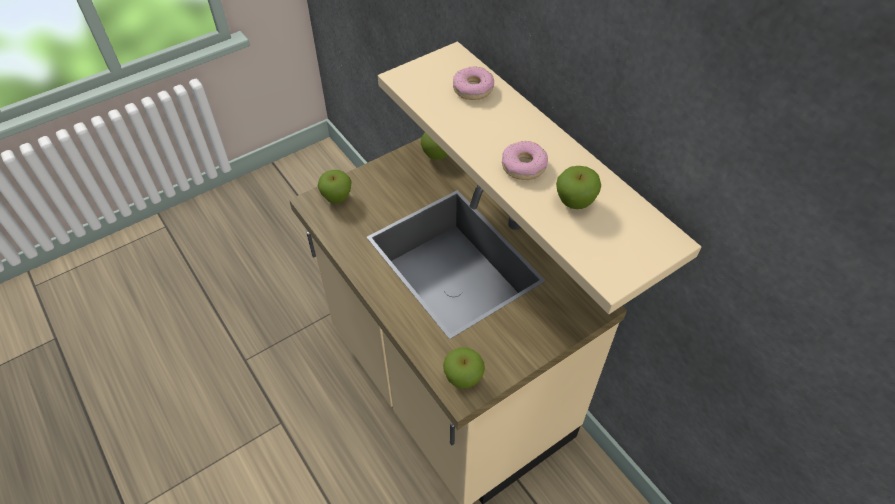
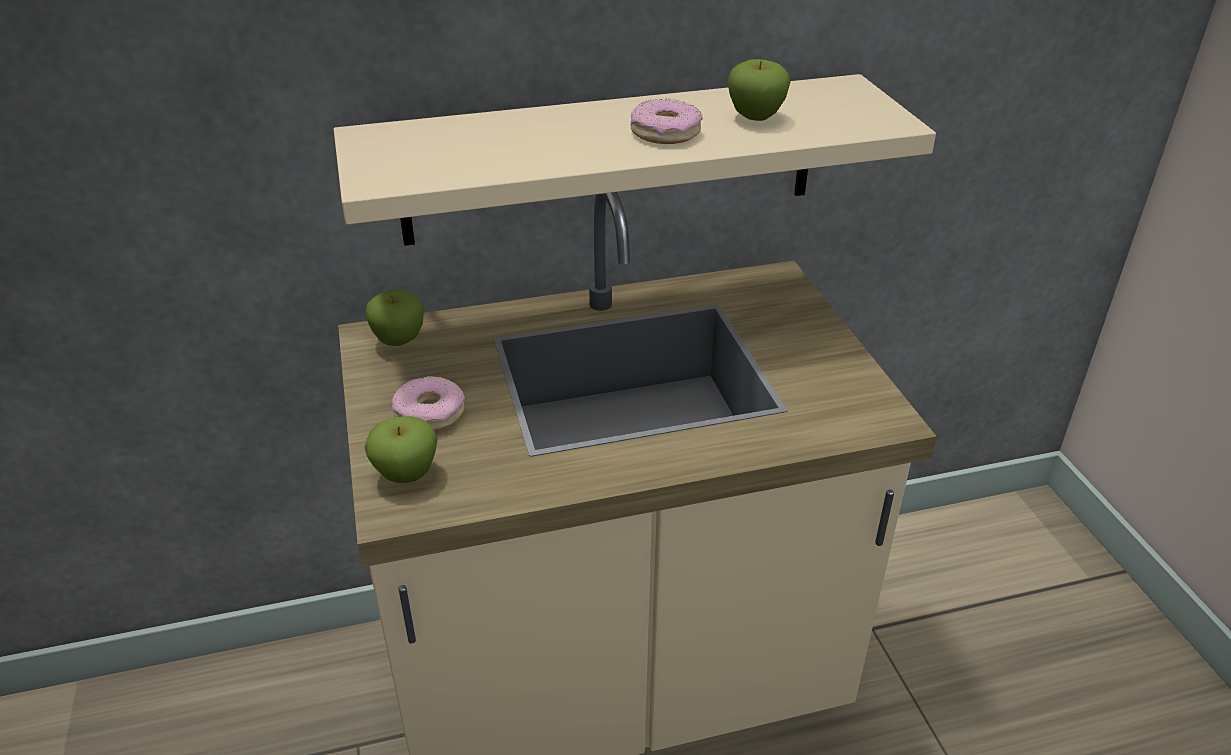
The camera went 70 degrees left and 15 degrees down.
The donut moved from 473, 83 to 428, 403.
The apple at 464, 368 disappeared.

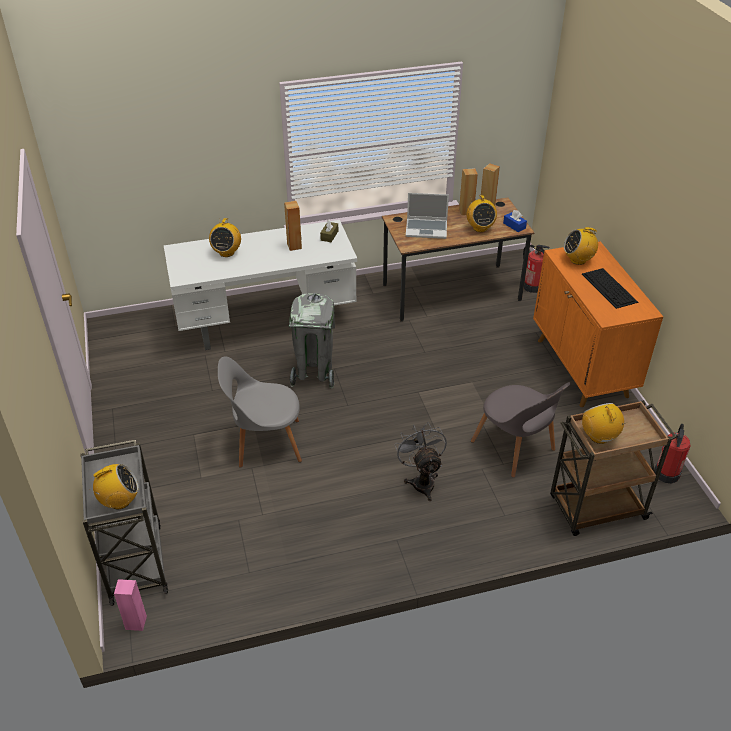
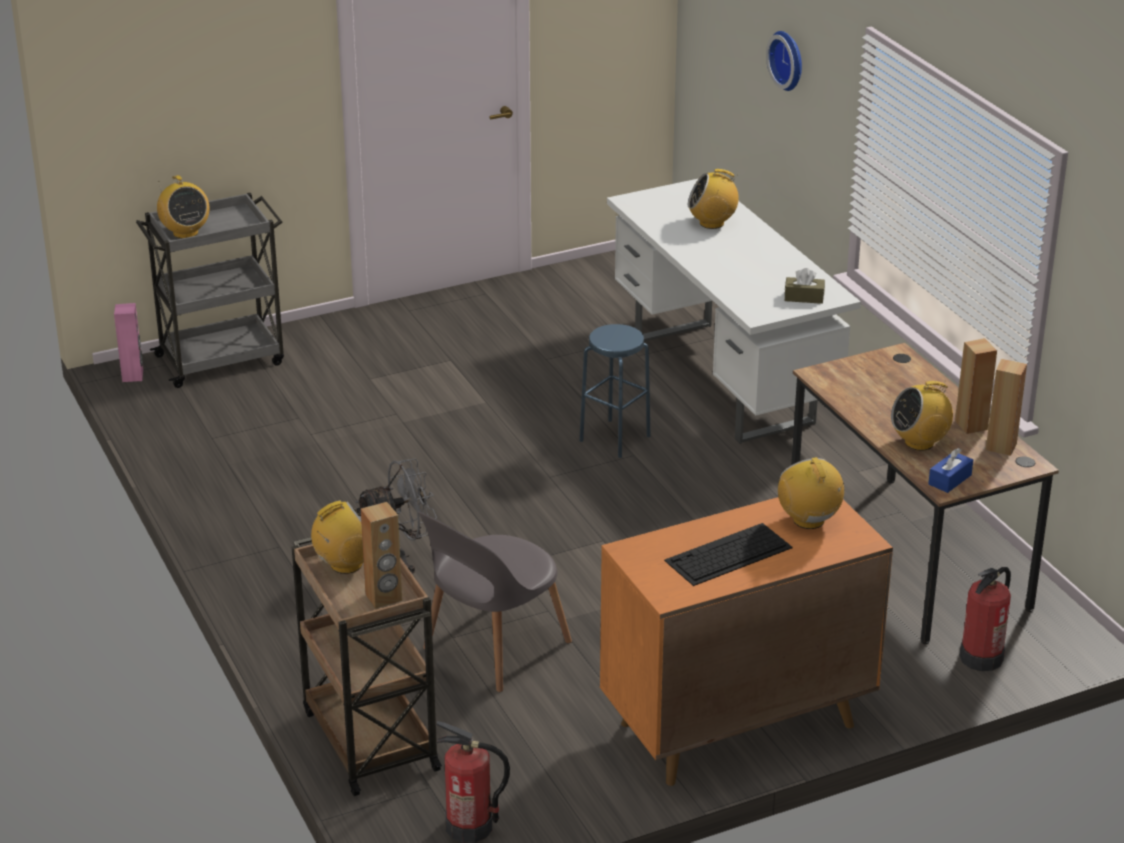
The camera went 80 degrees right and 10 degrees down.
The brown speaker moved from 293, 226 to 381, 555.
The grey trash can at 311, 340 was replaced by the blue stool at 615, 391.
The wall clock at 784, 61 appeared.
The grey chair at 260, 412 disappeared.
The laptop at 427, 216 disappeared.

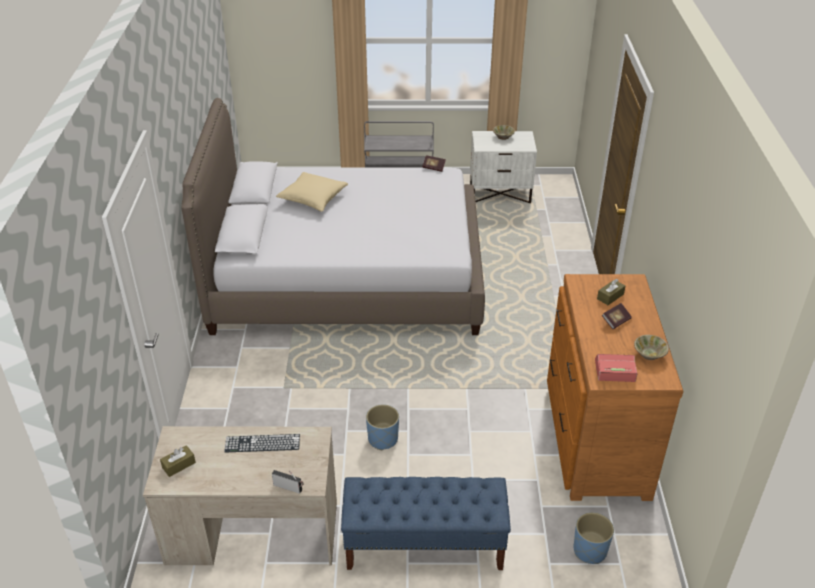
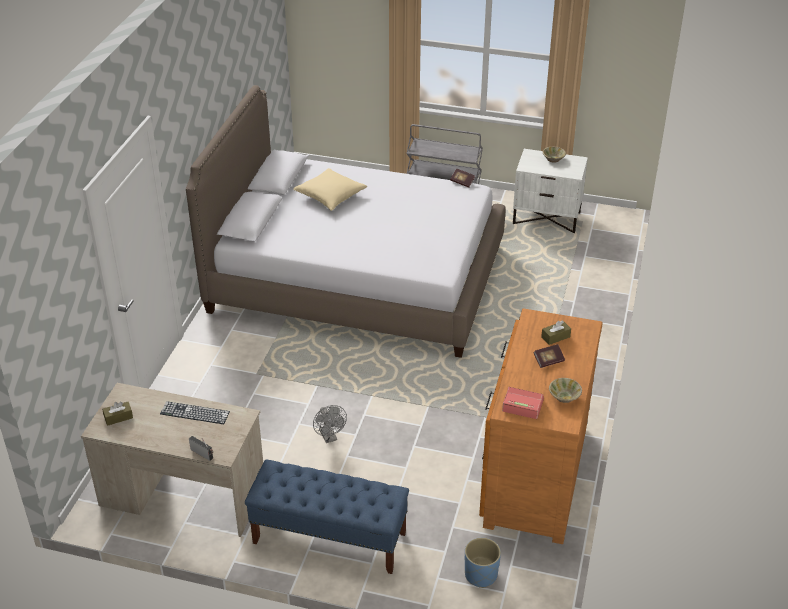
The camera went 15 degrees right and 0 degrees up.
The blue planter at 382, 427 was replaced by the grey fan at 330, 424.

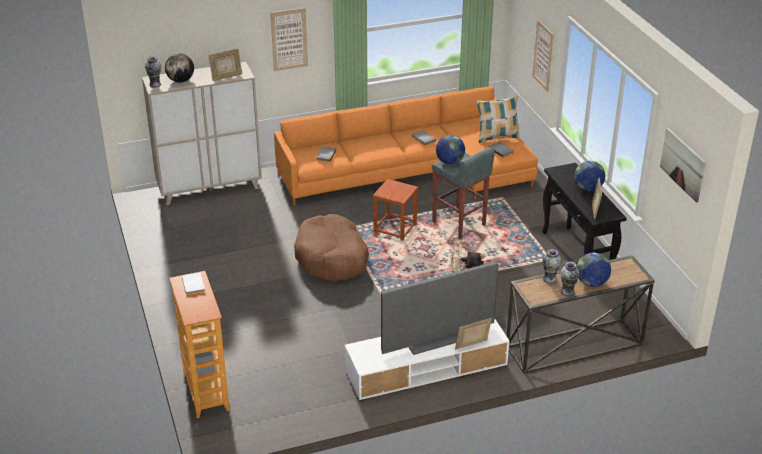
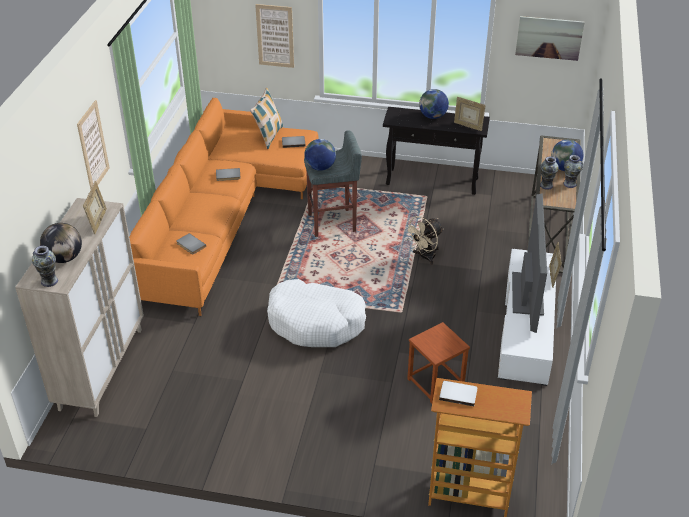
The camera went 60 degrees left and 5 degrees up.
The brown dog bed at 331, 248 became the white dog bed at 316, 313.
The brown stool moved from 395, 210 to 438, 363.

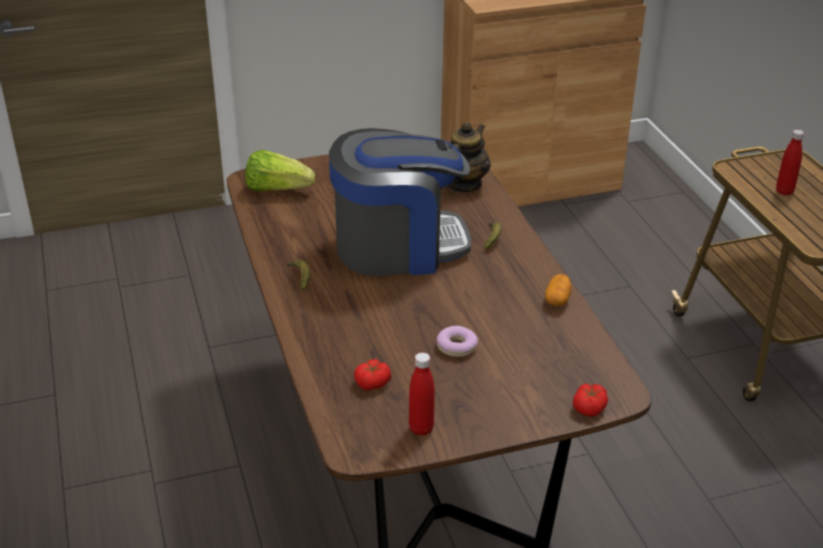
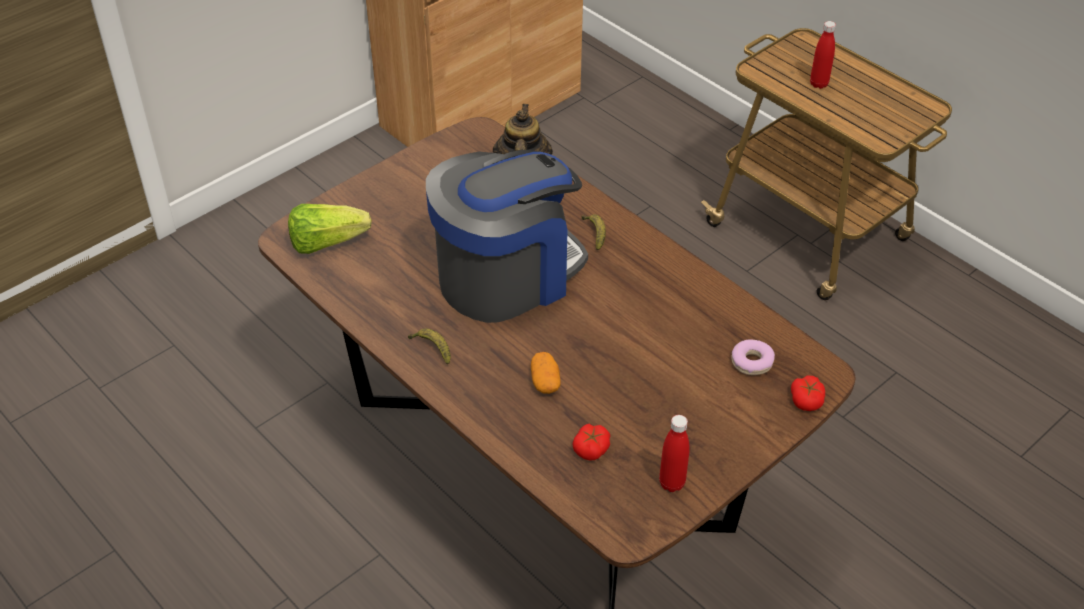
The camera went 25 degrees left and 10 degrees up.
The potato moved from 558, 290 to 546, 373.
The donut moved from 457, 341 to 753, 357.

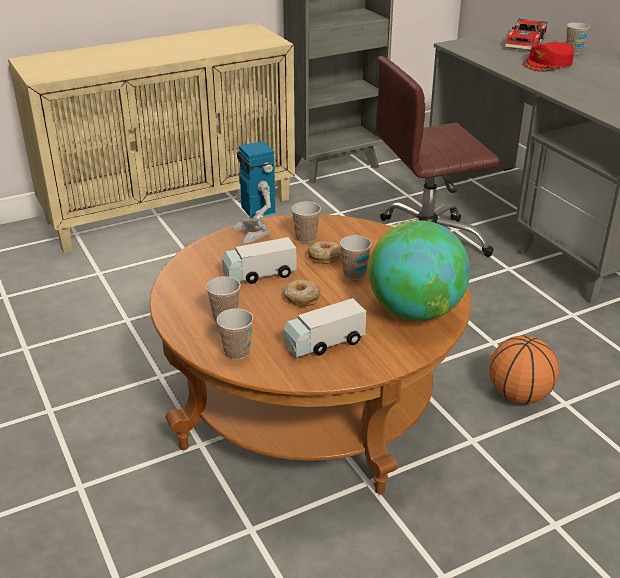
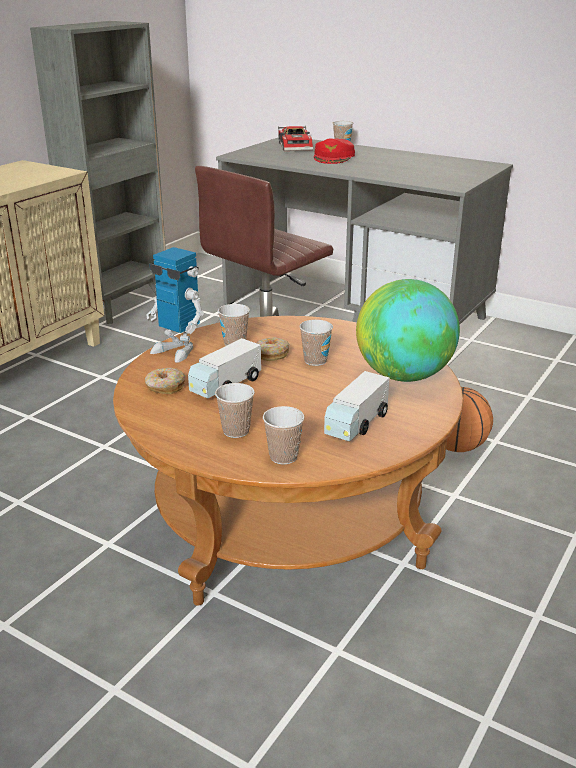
The camera went 30 degrees left and 5 degrees down.
The donut moved from 302, 293 to 165, 381.

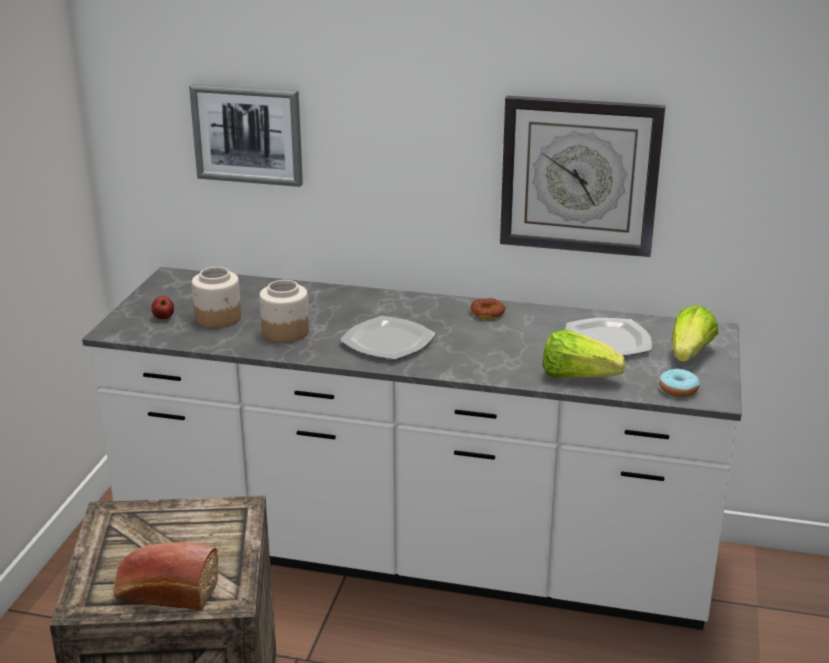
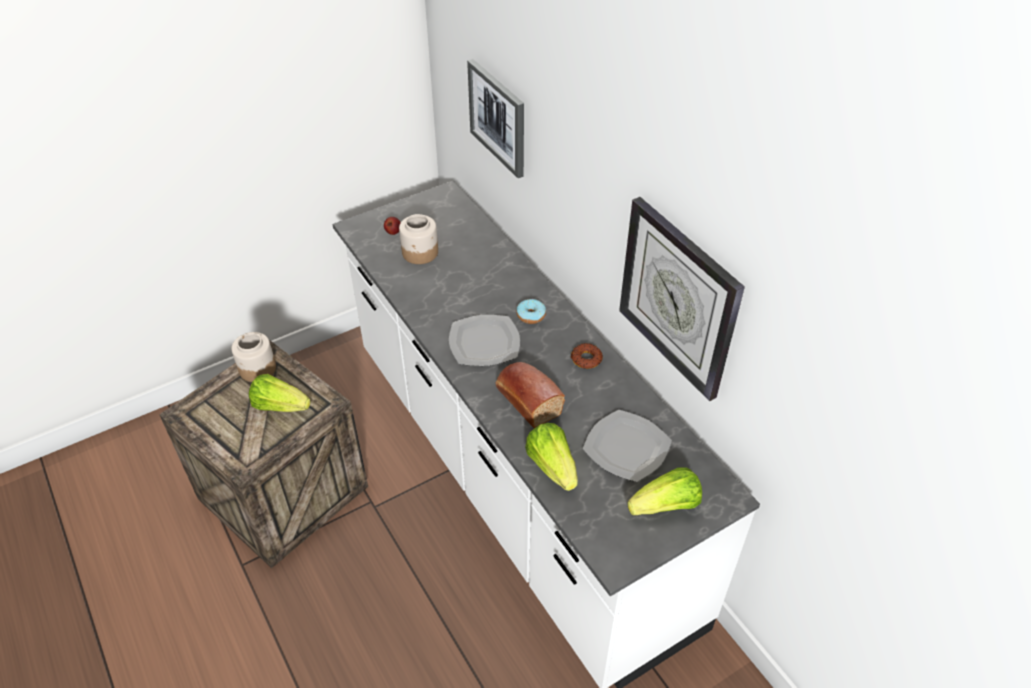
The camera went 45 degrees right and 20 degrees up.
The jar moved from 284, 311 to 253, 357.
The lettuce at 280, 393 appeared.
The bread moved from 166, 576 to 530, 395.
The donut moved from 679, 382 to 531, 311.

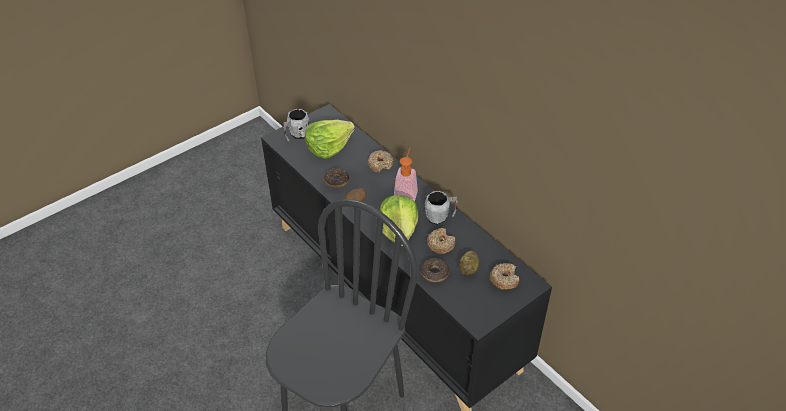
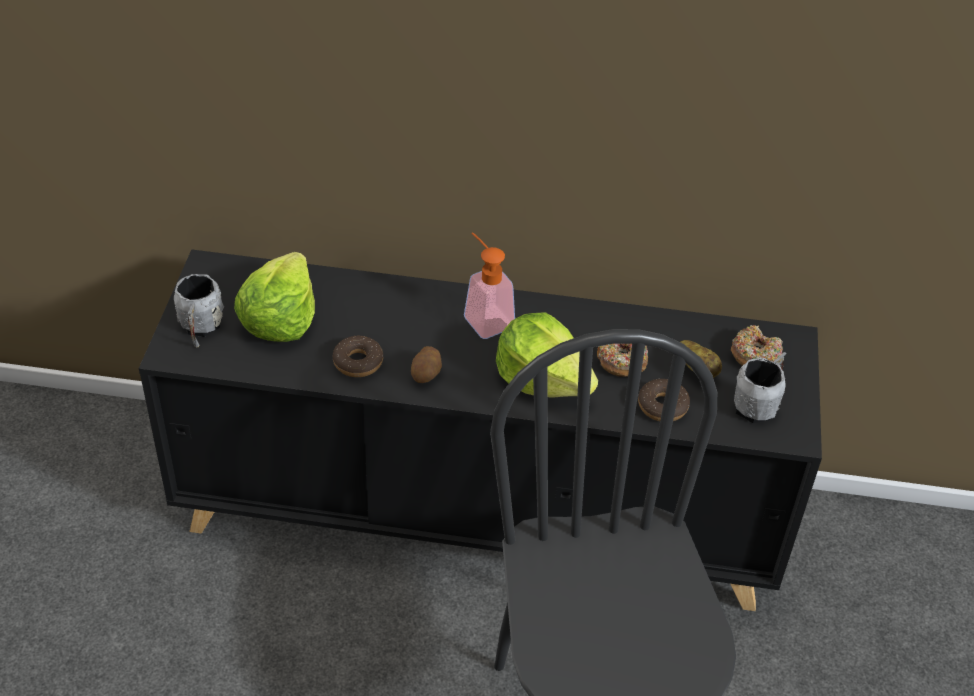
The camera went 45 degrees left and 0 degrees up.
The grey mug moved from 441, 208 to 760, 387.
The donut at 381, 161 disappeared.

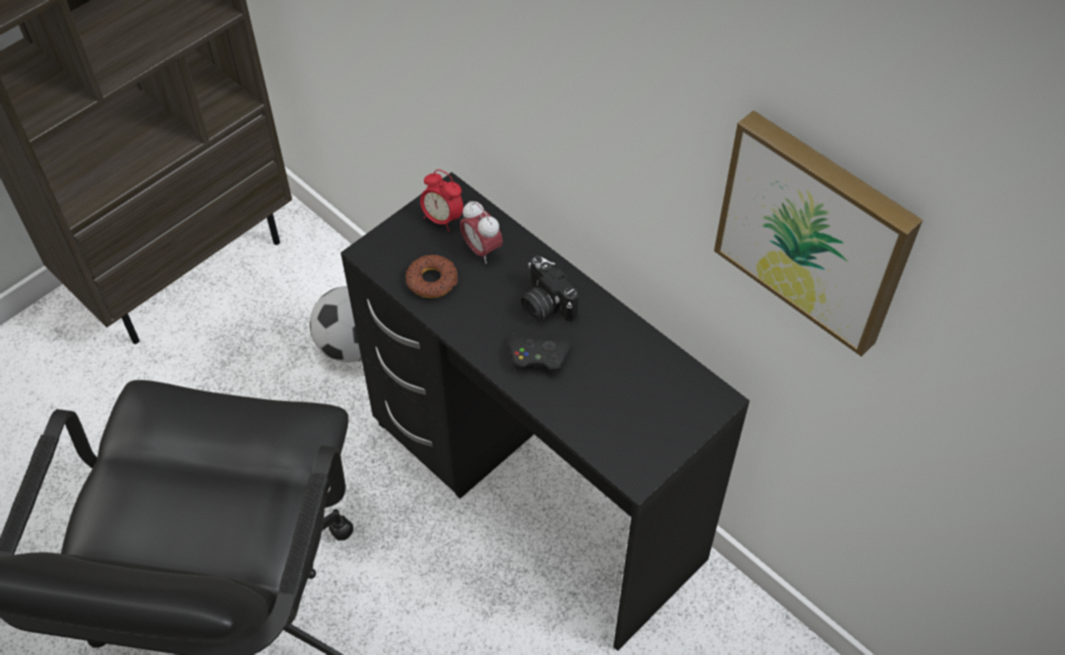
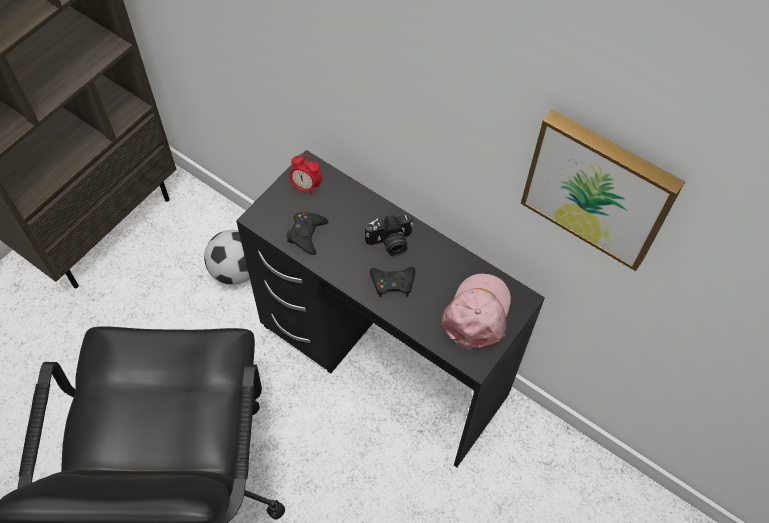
The camera went 10 degrees left and 5 degrees up.
The donut at 432, 276 was replaced by the black game controller at 308, 233.
The photo camera at 549, 288 turned 60 degrees counterclockwise.
The pink cap at 476, 312 appeared.
The alarm clock at 481, 232 disappeared.

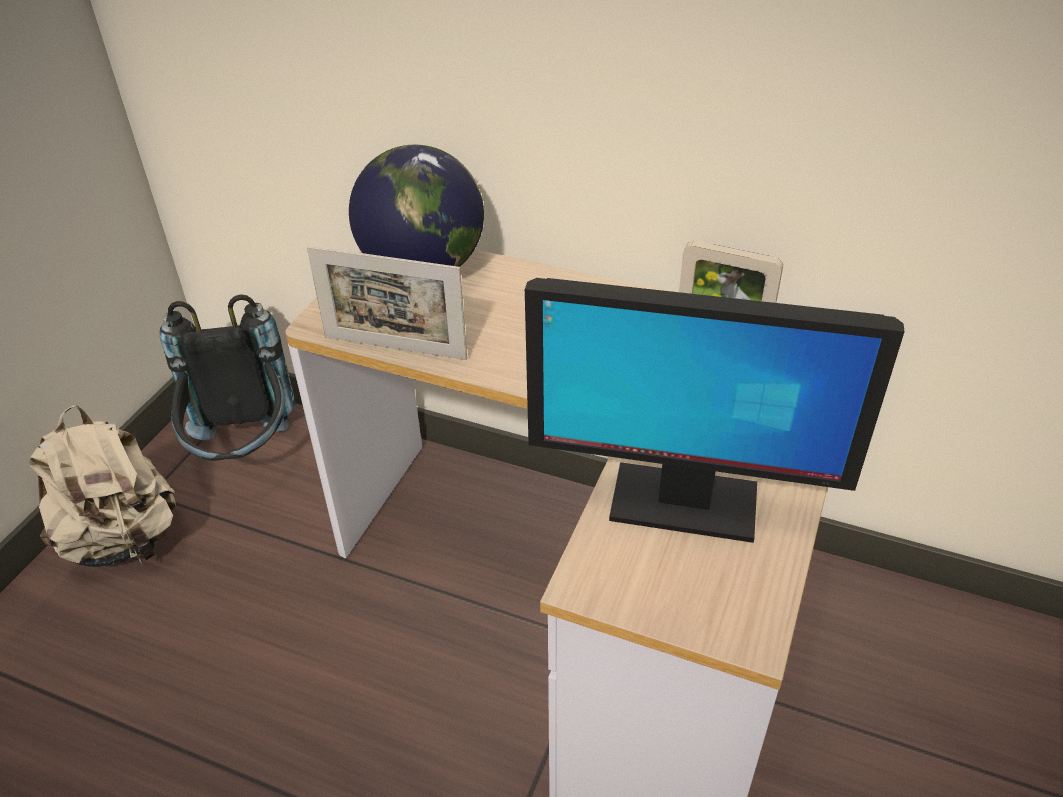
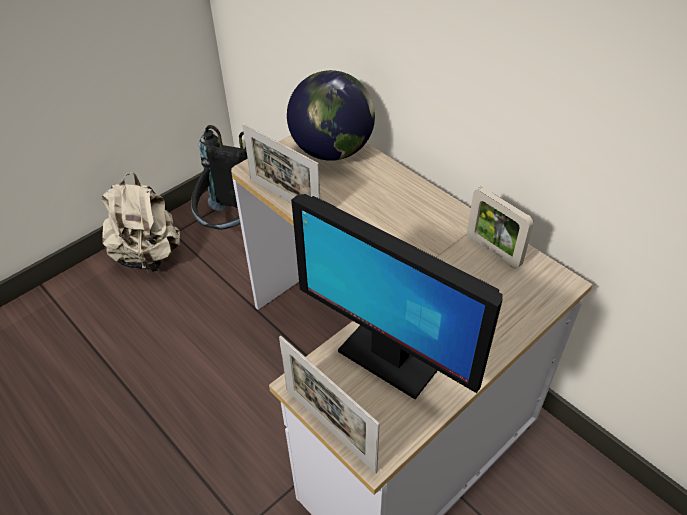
The camera went 25 degrees right and 5 degrees up.
The picture frame at 329, 404 appeared.

